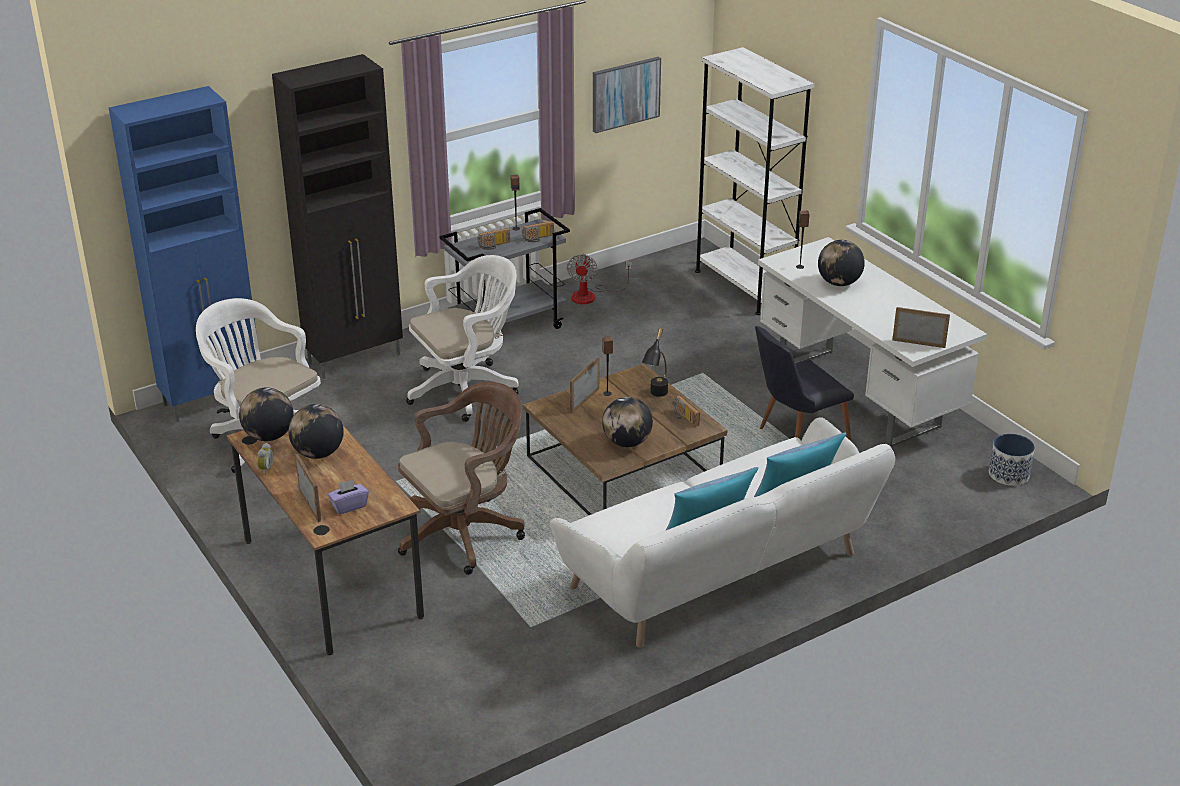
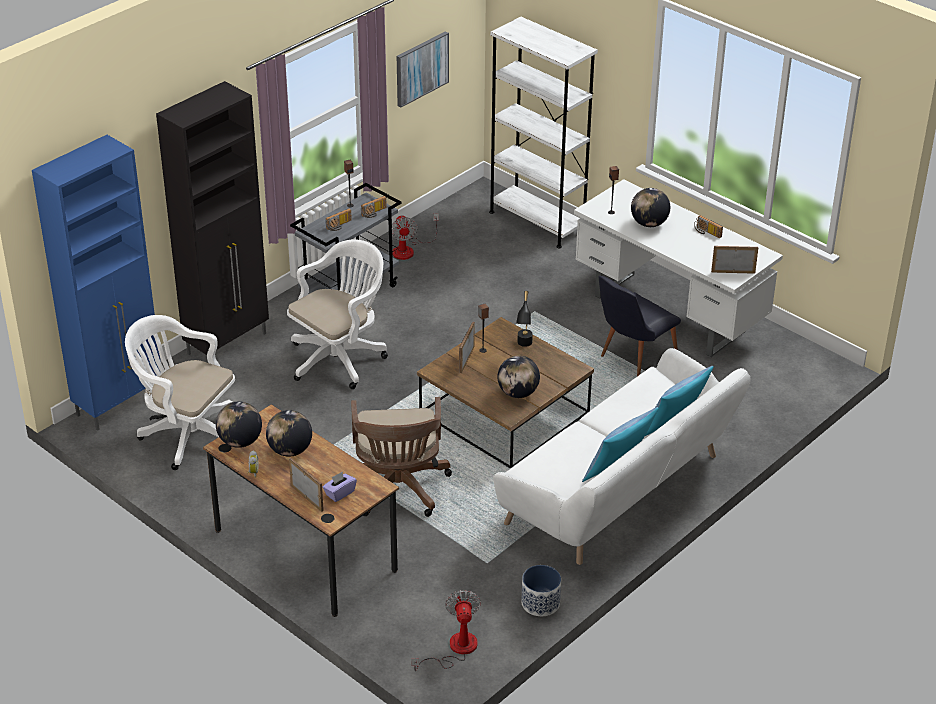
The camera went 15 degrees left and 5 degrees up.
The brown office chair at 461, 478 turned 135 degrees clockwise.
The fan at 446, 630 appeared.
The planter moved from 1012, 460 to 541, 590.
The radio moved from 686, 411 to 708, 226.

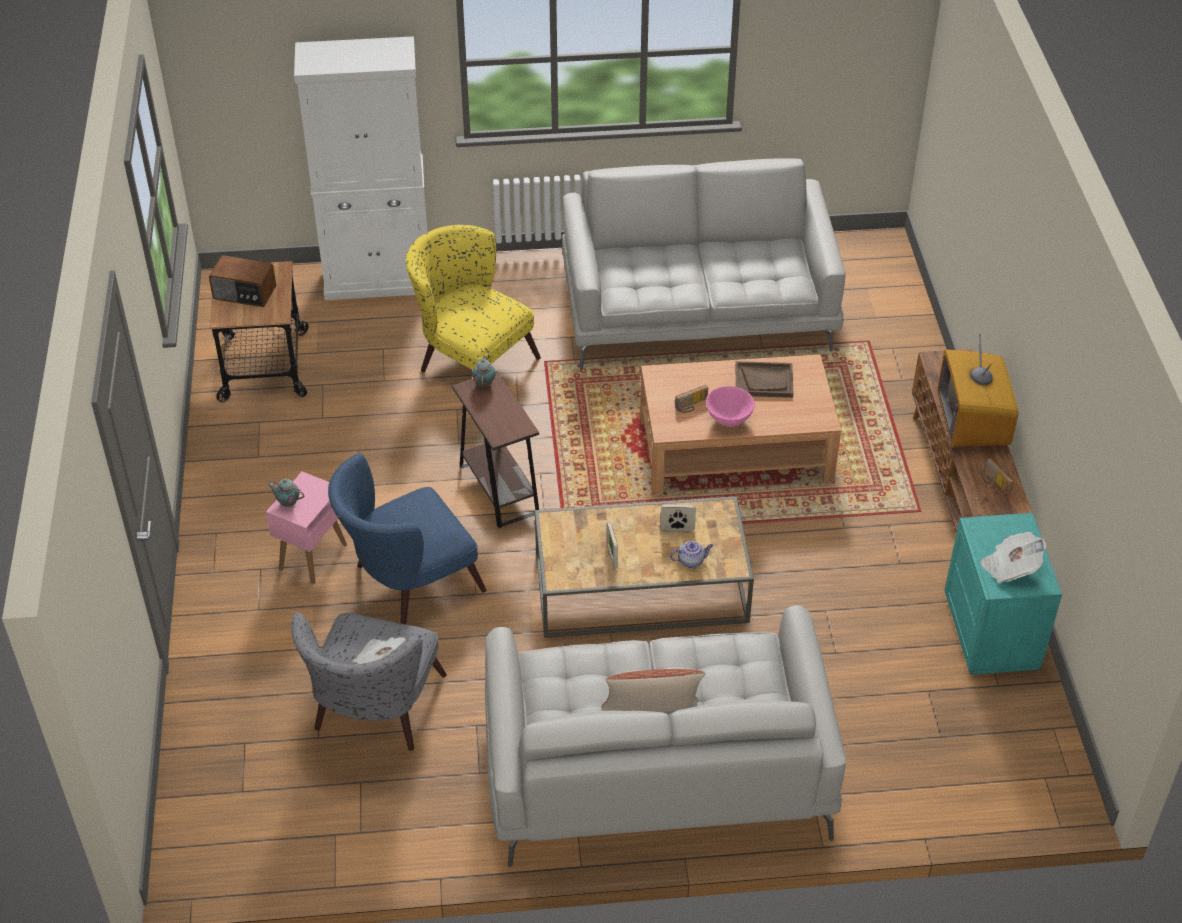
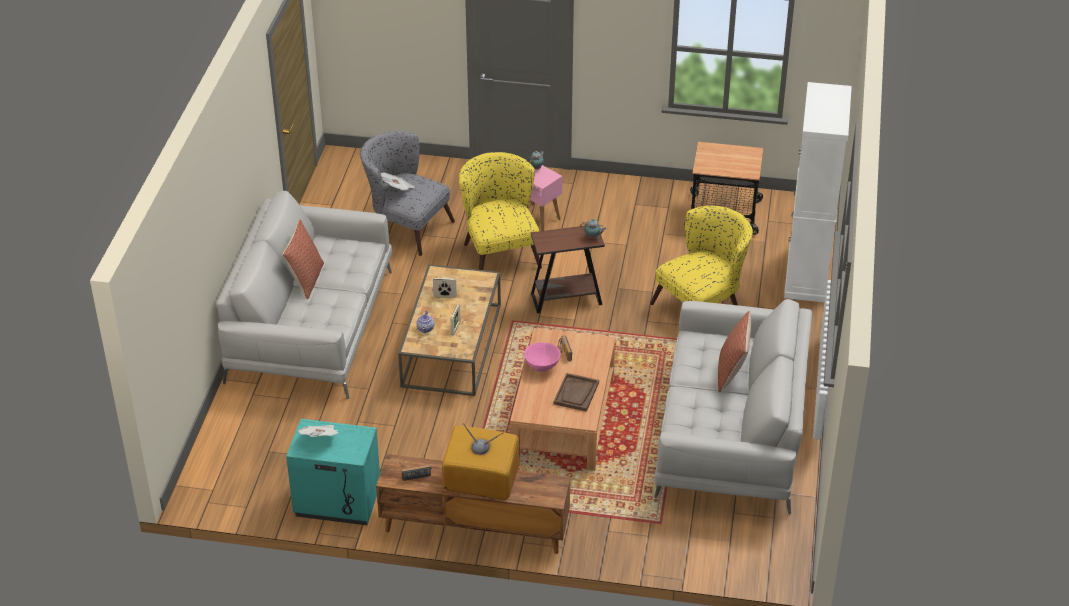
The camera went 105 degrees right and 5 degrees down.
The blue armchair at 407, 538 became the yellow armchair at 500, 211.
The pillow at 734, 352 appeared.
The radio at 242, 281 disappeared.

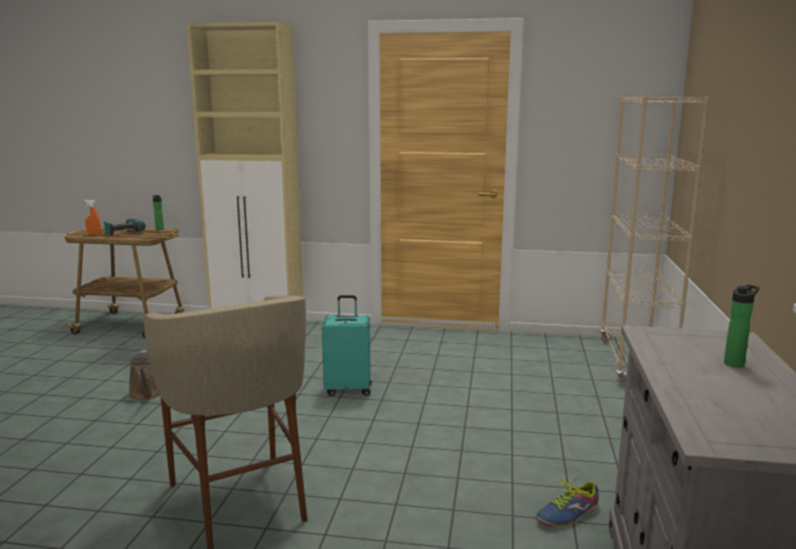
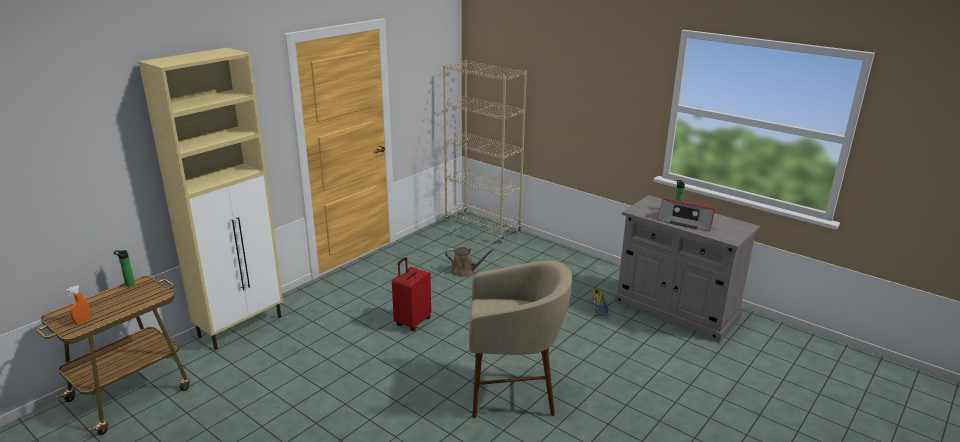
The camera went 60 degrees left and 10 degrees up.
The turquoise suitcase at 346, 345 became the red suitcase at 411, 294.
The brown watering can moved from 144, 375 to 470, 262.
The radio at 686, 215 appeared.
The power drill at 125, 227 disappeared.

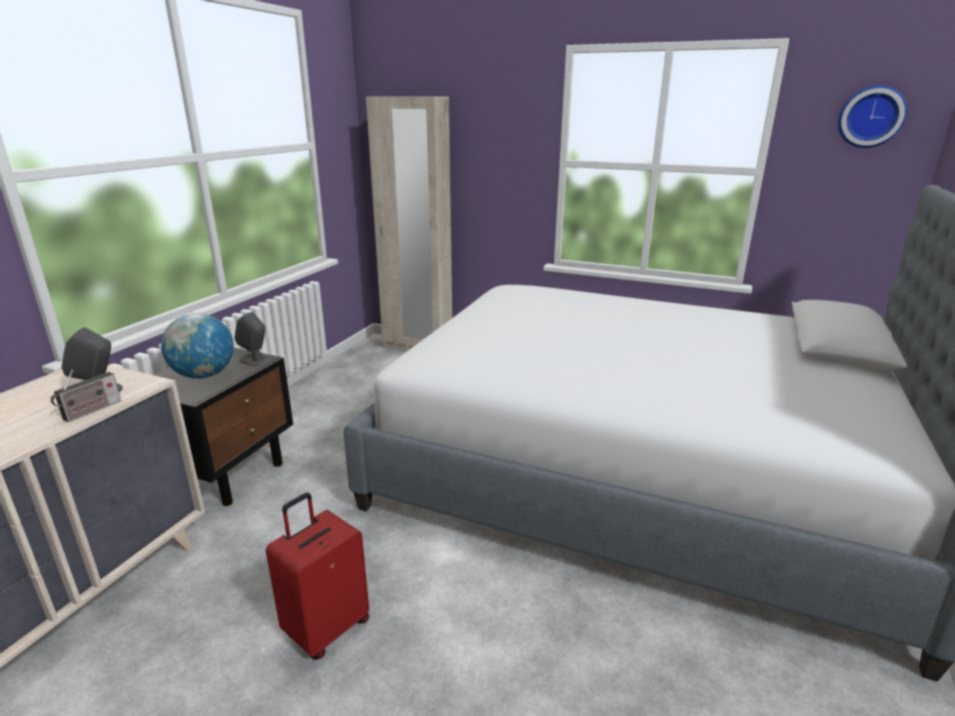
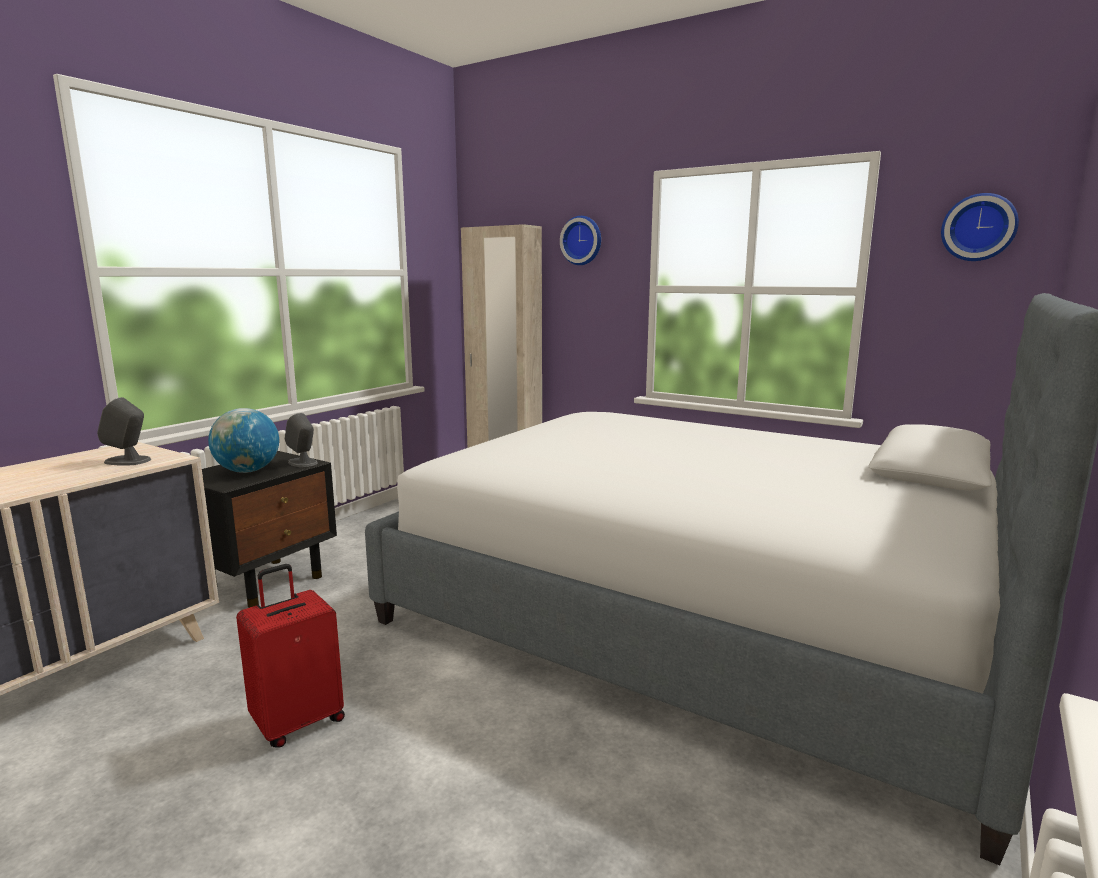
The camera went 10 degrees right and 10 degrees down.
The wall clock at 580, 240 appeared.
The radio at 86, 395 disappeared.

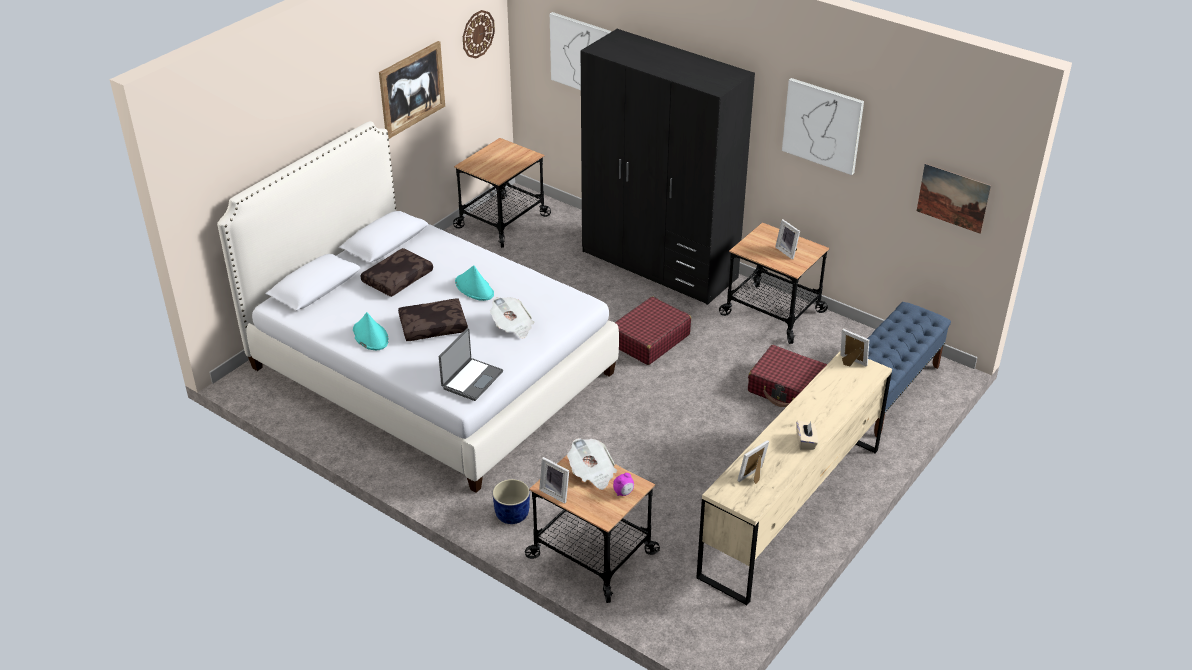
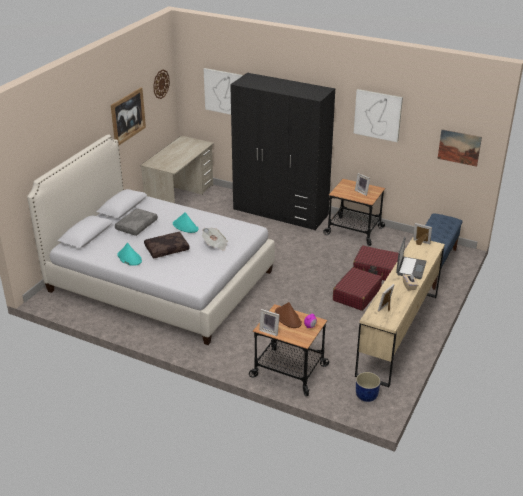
The camera went 10 degrees left and 5 degrees down.
The brown pillow at 397, 272 became the grey pillow at 136, 222.
The cart at 502, 193 was replaced by the beige desk at 177, 169.
The newspaper at 592, 464 was replaced by the brown hat at 288, 315.
The red suitcase moved from 653, 331 to 357, 289.
The blue planter moved from 511, 501 to 368, 387.
The laptop moved from 471, 364 to 411, 258.

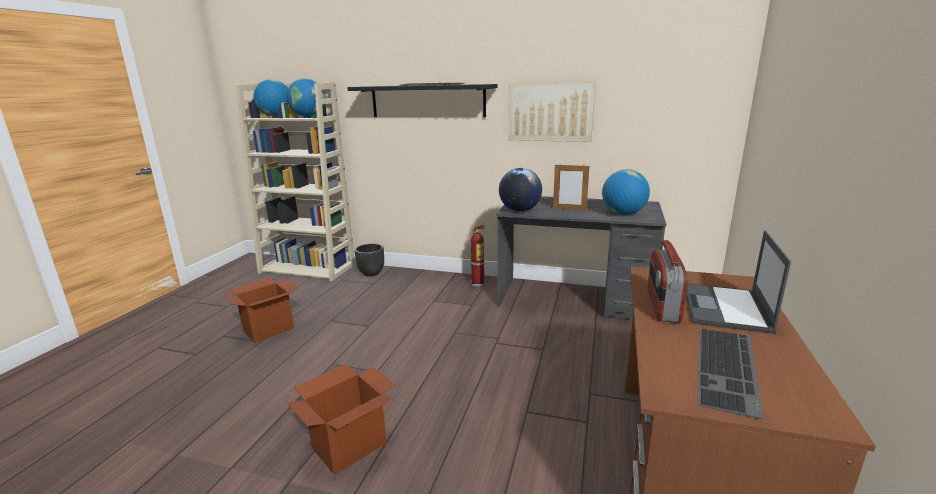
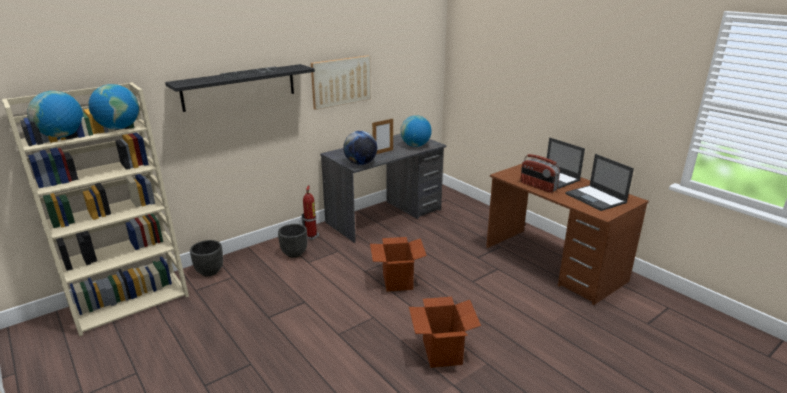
The camera went 55 degrees left and 5 degrees up.
The black planter at 292, 241 appeared.
The cardboard box moved from 261, 310 to 398, 264.
The keyboard at 730, 374 was replaced by the laptop at 600, 182.

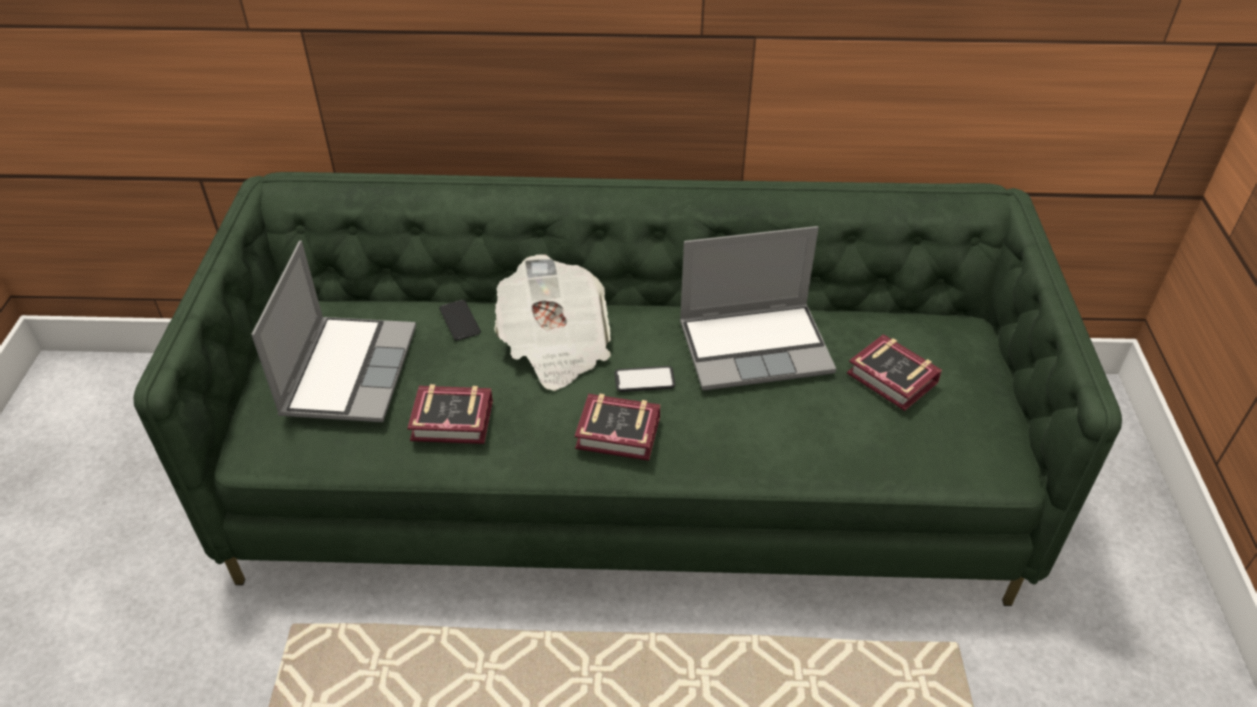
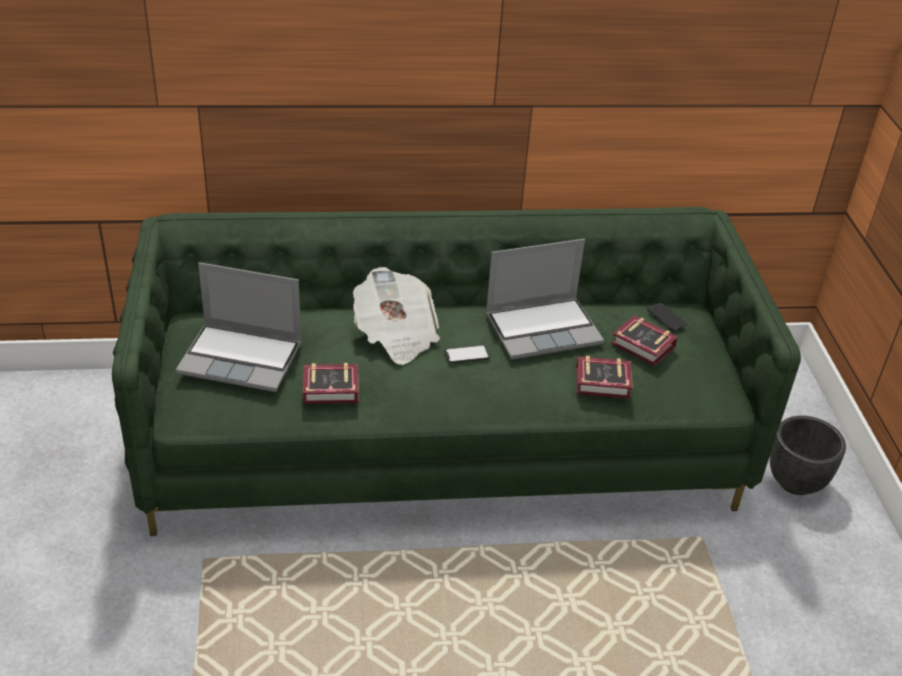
The camera went 10 degrees left and 5 degrees down.
The laptop at 333, 331 turned 105 degrees clockwise.
The book moved from 617, 427 to 604, 377.
The phone moved from 460, 320 to 667, 317.
The black planter at 808, 455 appeared.

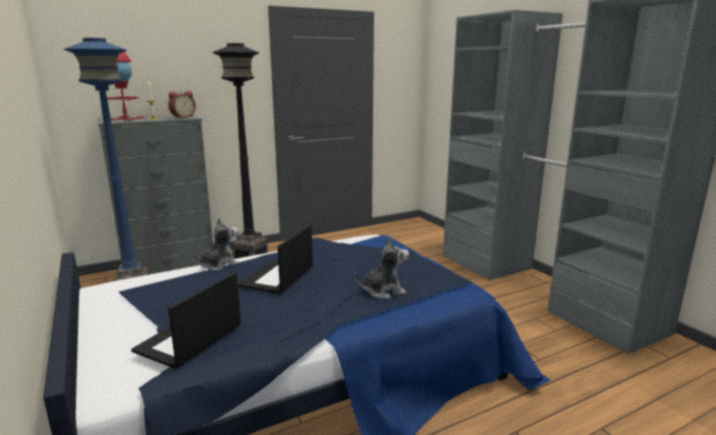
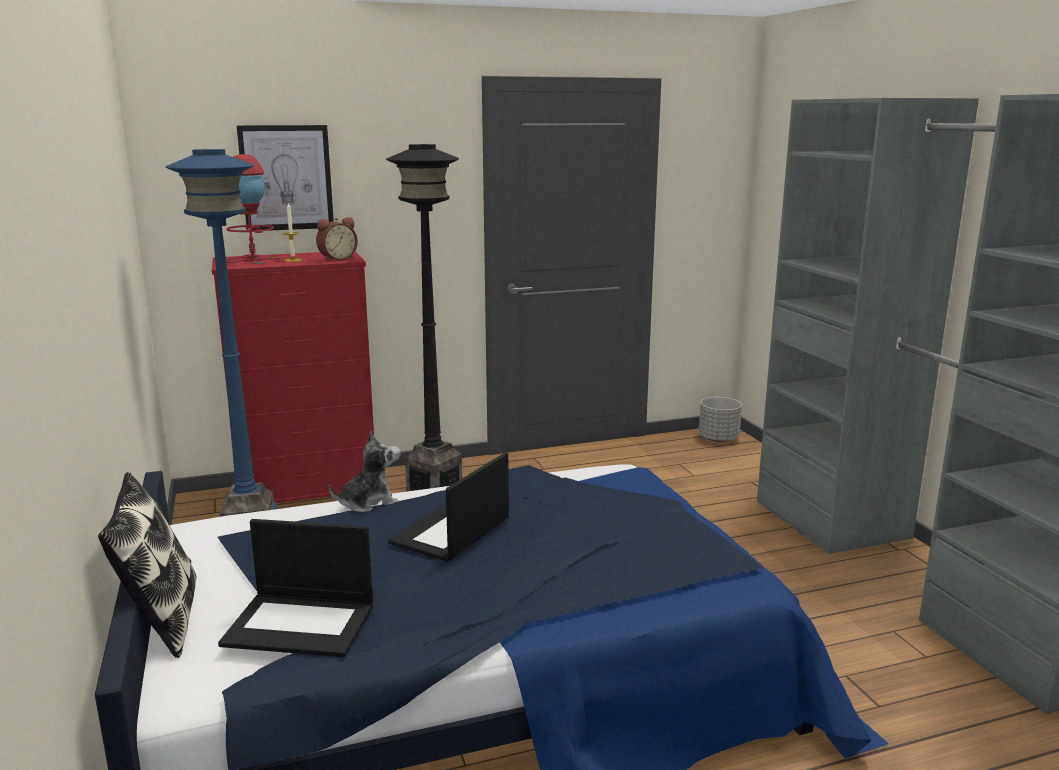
The camera went 10 degrees right and 0 degrees up.
The pillow at 147, 565 appeared.
The grey dresser at 155, 194 became the red dresser at 293, 377.
The laptop at 186, 320 turned 120 degrees counterclockwise.
The picture at 285, 178 appeared.
The grey planter at 720, 419 appeared.
The plush toy at 382, 268 disappeared.

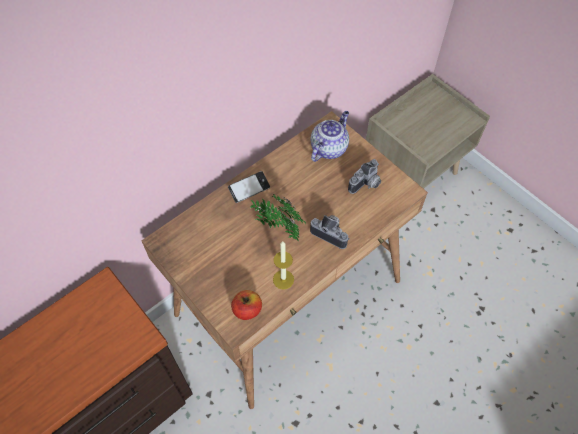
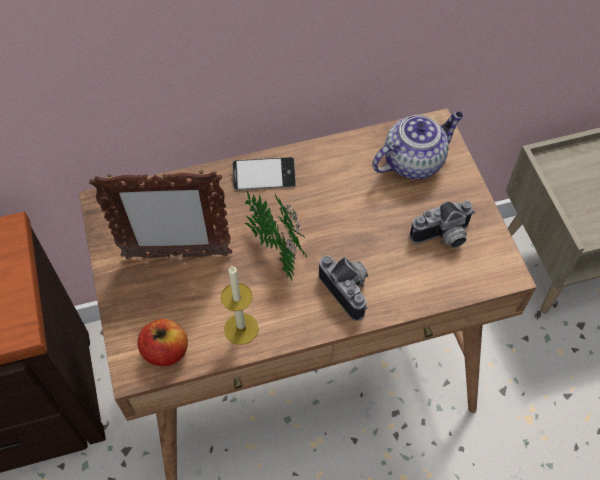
The camera went 25 degrees right and 0 degrees up.
The picture frame at 160, 215 appeared.

